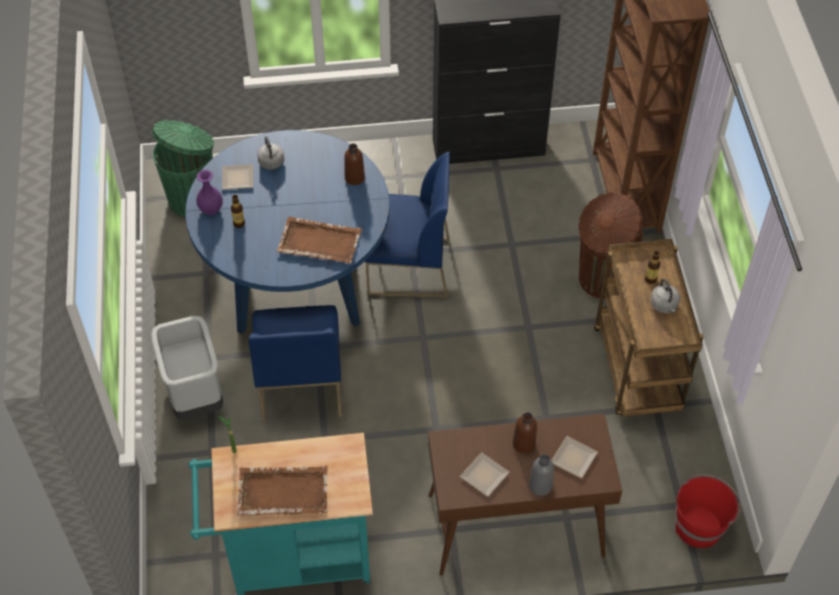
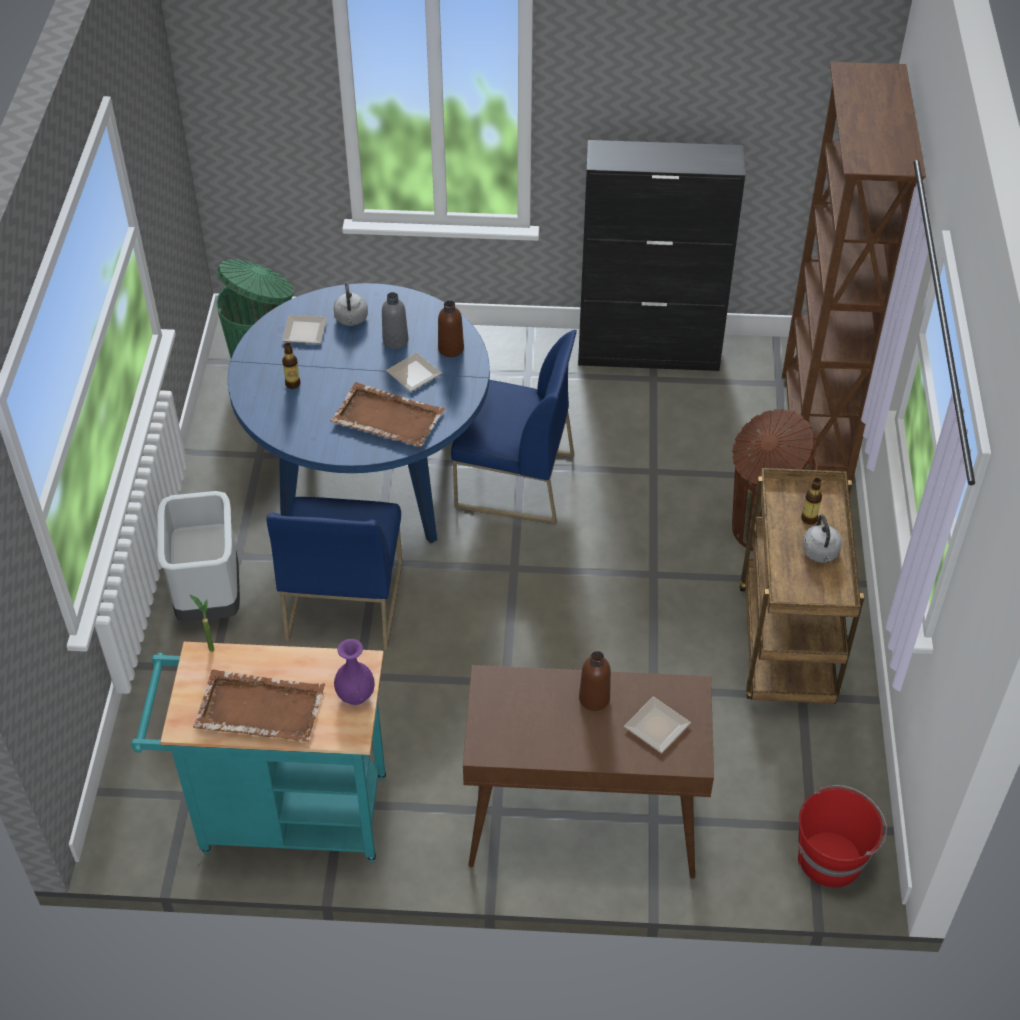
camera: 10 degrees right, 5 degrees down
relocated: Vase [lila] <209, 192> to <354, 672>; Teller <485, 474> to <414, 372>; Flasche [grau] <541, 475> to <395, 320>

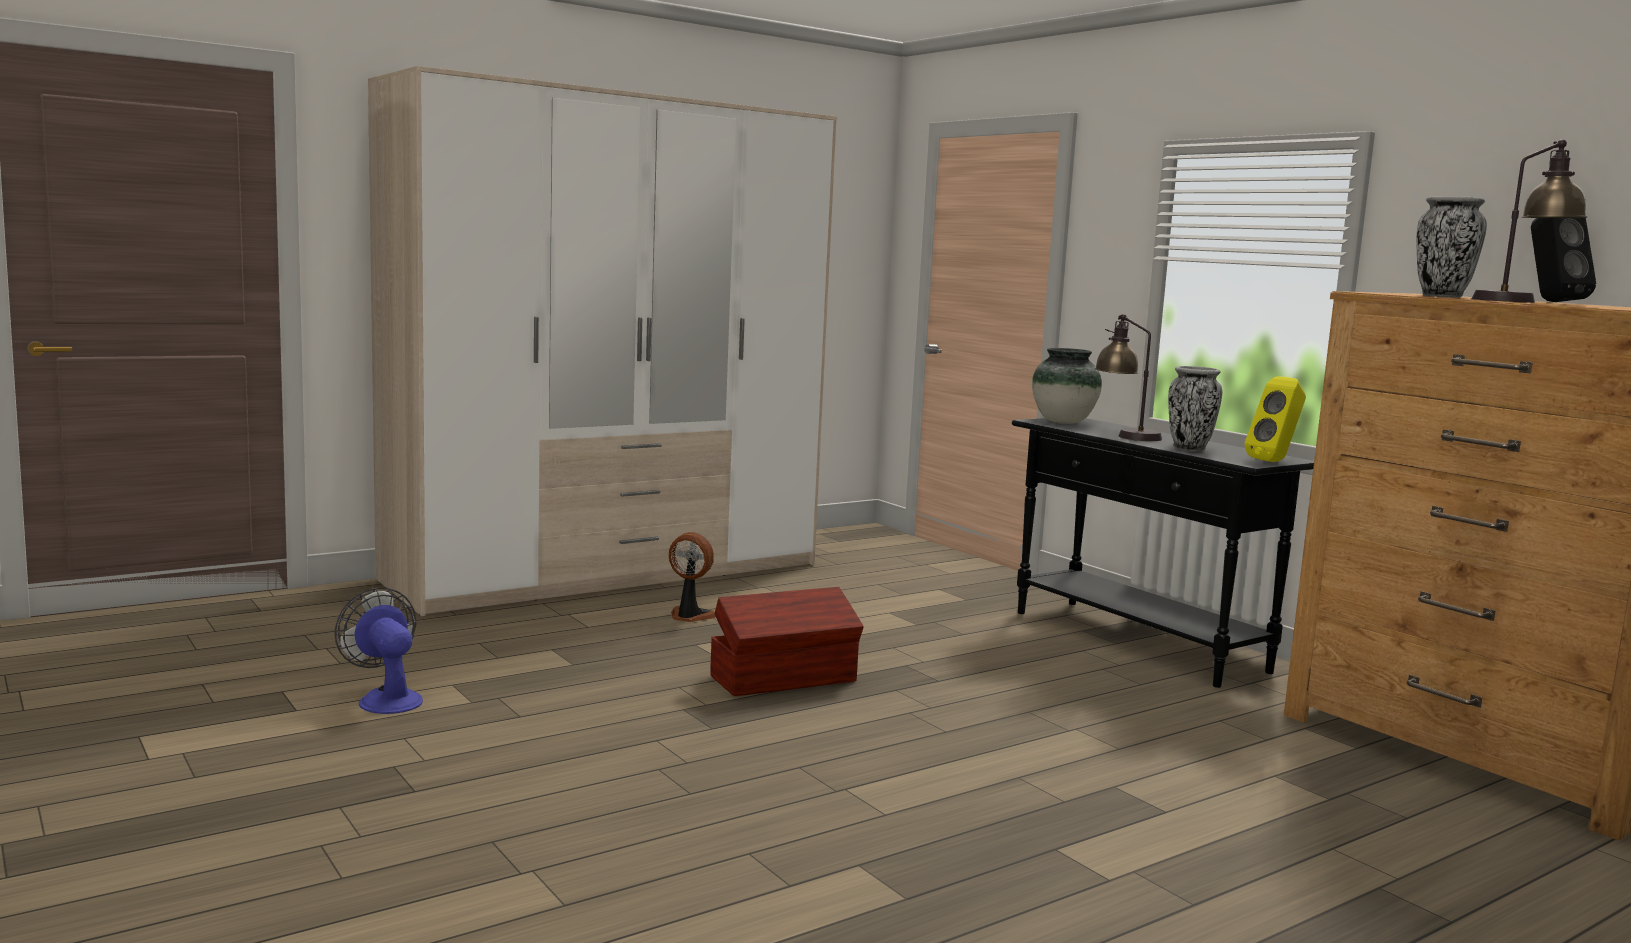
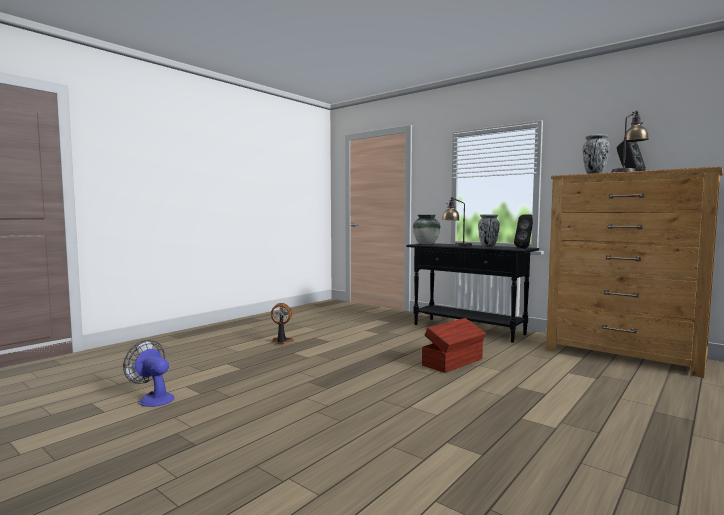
camera: 15 degrees left, 5 degrees down
missing: Kleiderschrank <602, 341>
relocated: Aufbewahrungsbox [braun] <787, 641> to <454, 345>
colour: Lautsprecher [gelb] <1275, 419> to Lautsprecher [schwarz] <523, 231>

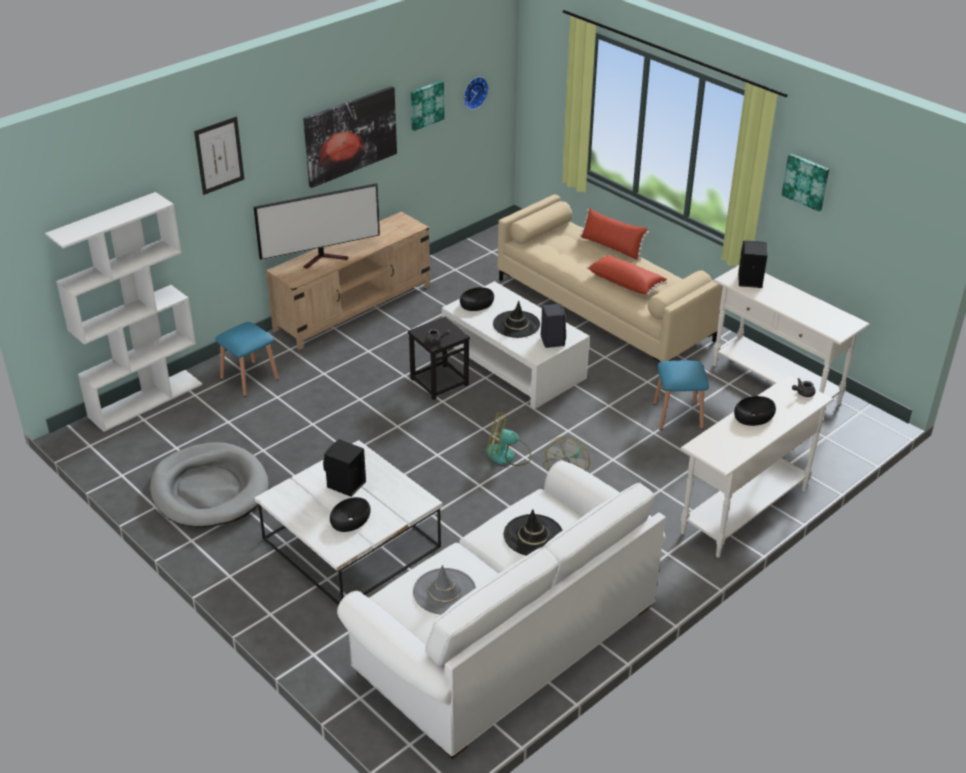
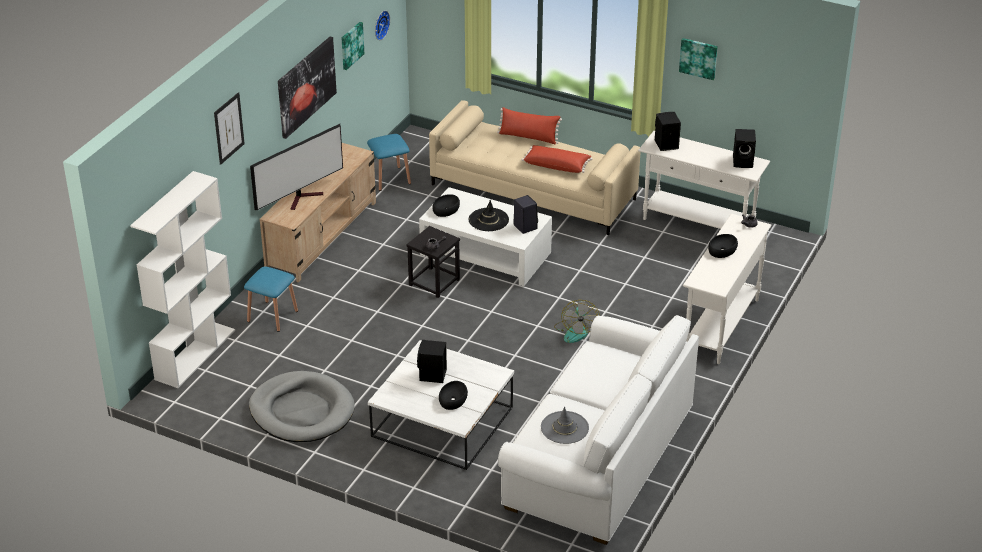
camera: 20 degrees left, 0 degrees up
missing: Ventilator <508, 438>; Hut [schwarz] <533, 532>
appeared: Lautsprecher [schwarz] <744, 148>
relocated: Hocker [blau] <681, 395> to <389, 162>

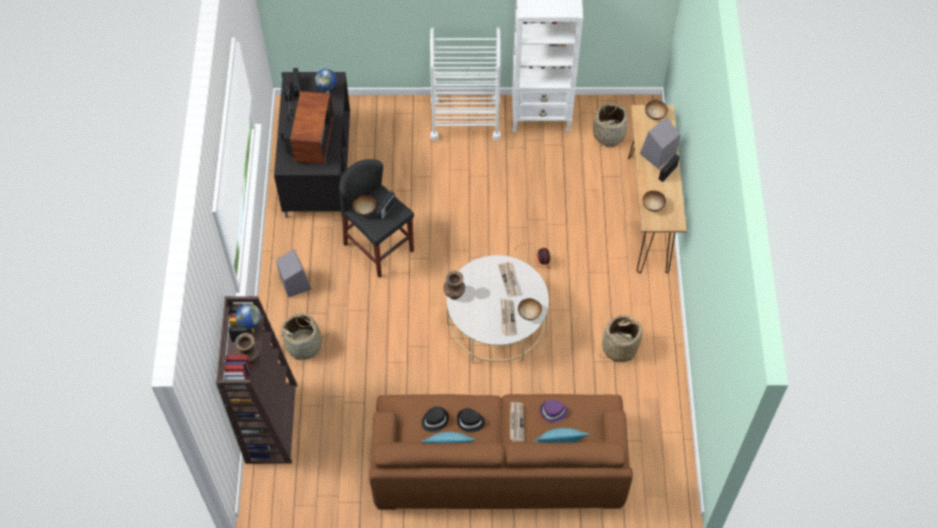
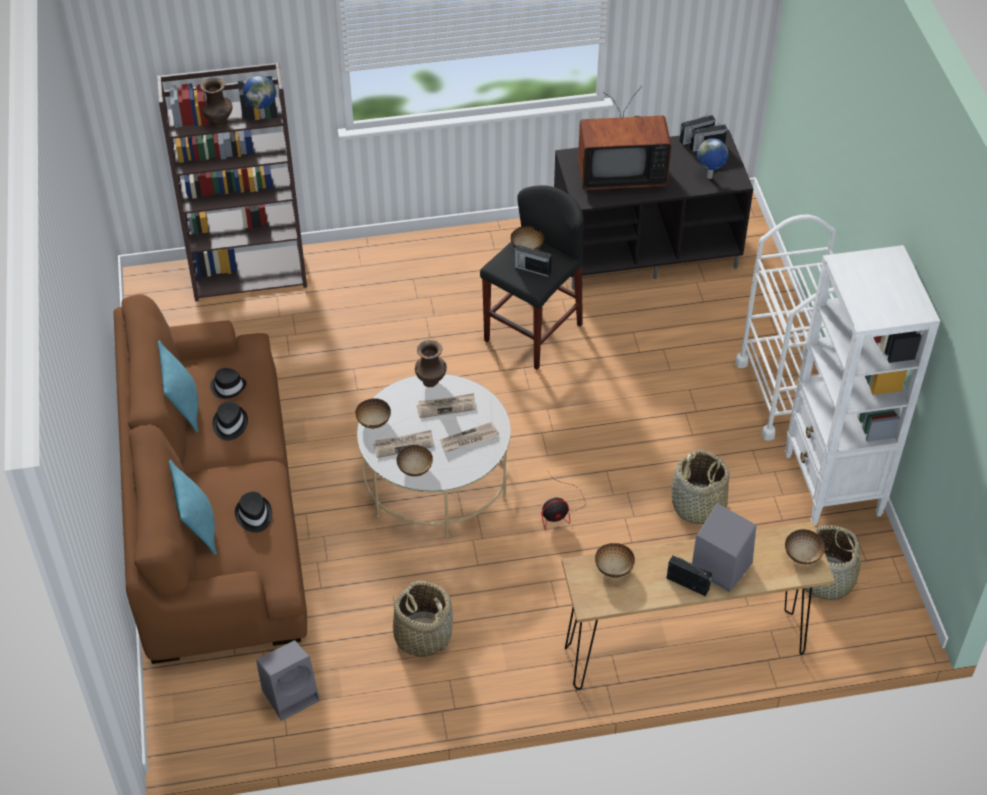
camera: 80 degrees right, 10 degrees down
appeared: Schüssel <373, 413>
relocated: Lautsprecher [grau] <293, 273> to <288, 680>; Korb <305, 336> to <700, 487>; Zeitung <517, 422> to <446, 405>
colour: Hut [lila] <554, 411> to Hut [schwarz] <253, 512>

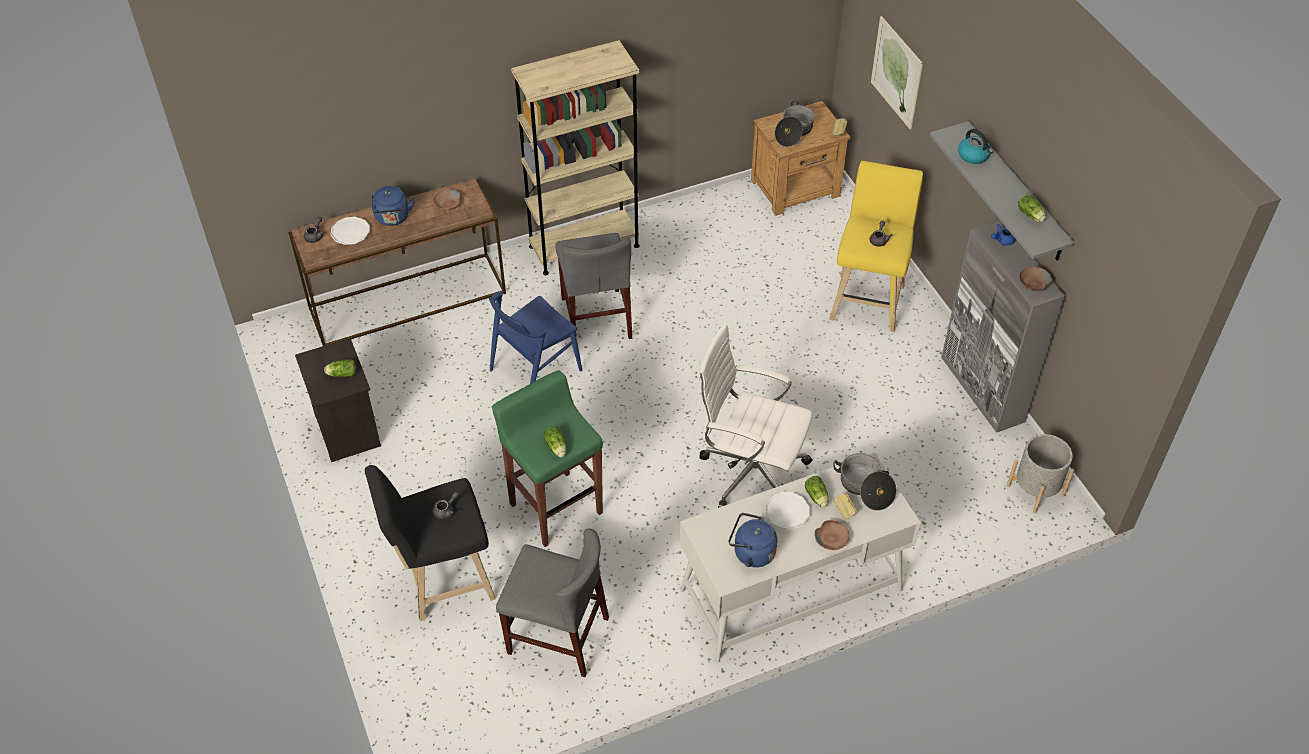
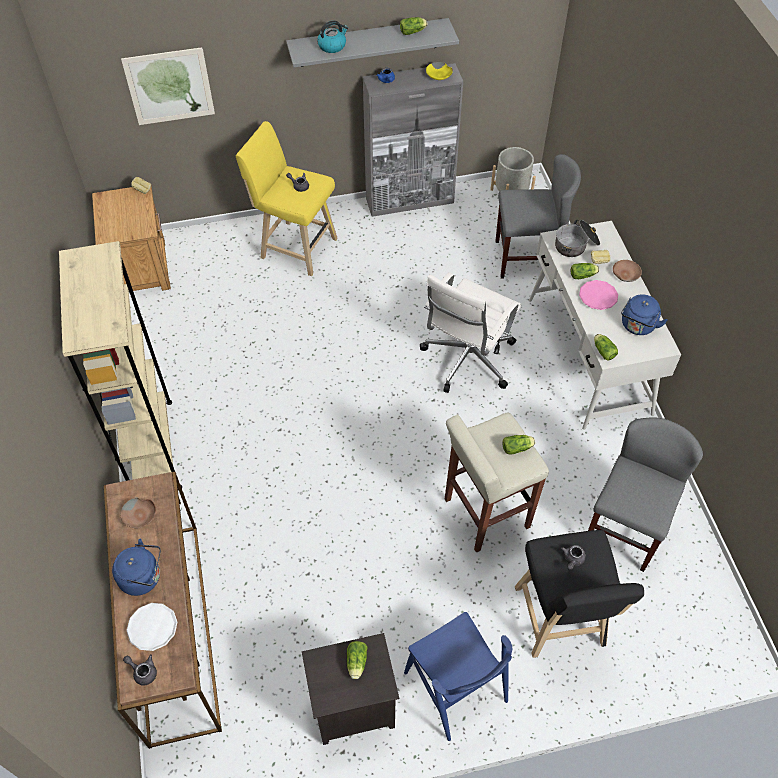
camera: 80 degrees left, 5 degrees up
missing: Kochtopf <795, 124>
appeared: Salatkopf <606, 347>
relocated: Stuhl [blau] <535, 337> to <458, 676>; Stuhl [grau] <593, 290> to <538, 216>
colour: Hocker [grün] <547, 458> to Hocker [beige] <497, 482>; Teller [weiß] <787, 511> to Teller [rosa] <598, 295>; Schüssel [braun] <1035, 279> to Schüssel [gelb] <439, 71>
spun: Teekanne [grau] <446, 505> = <573, 557> 120 degrees counterclockwise

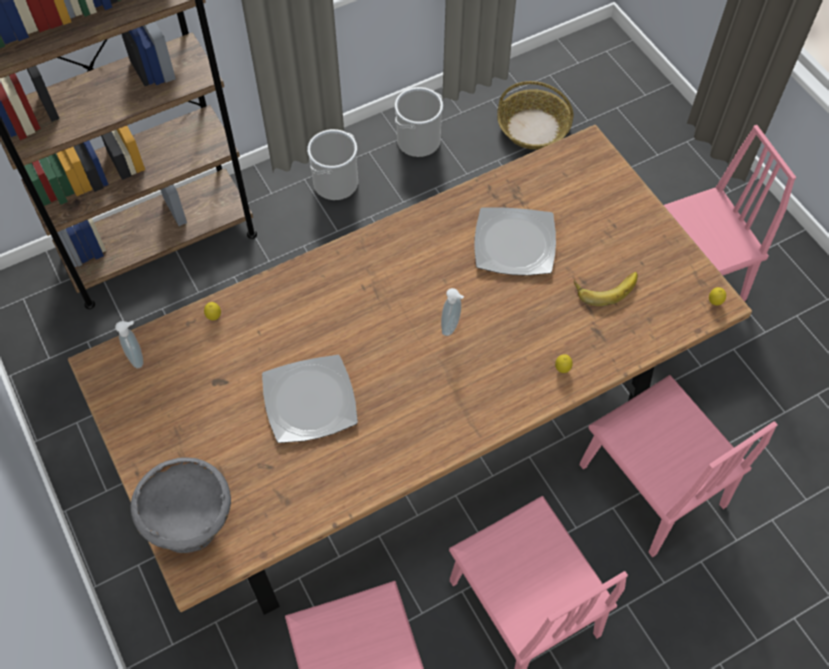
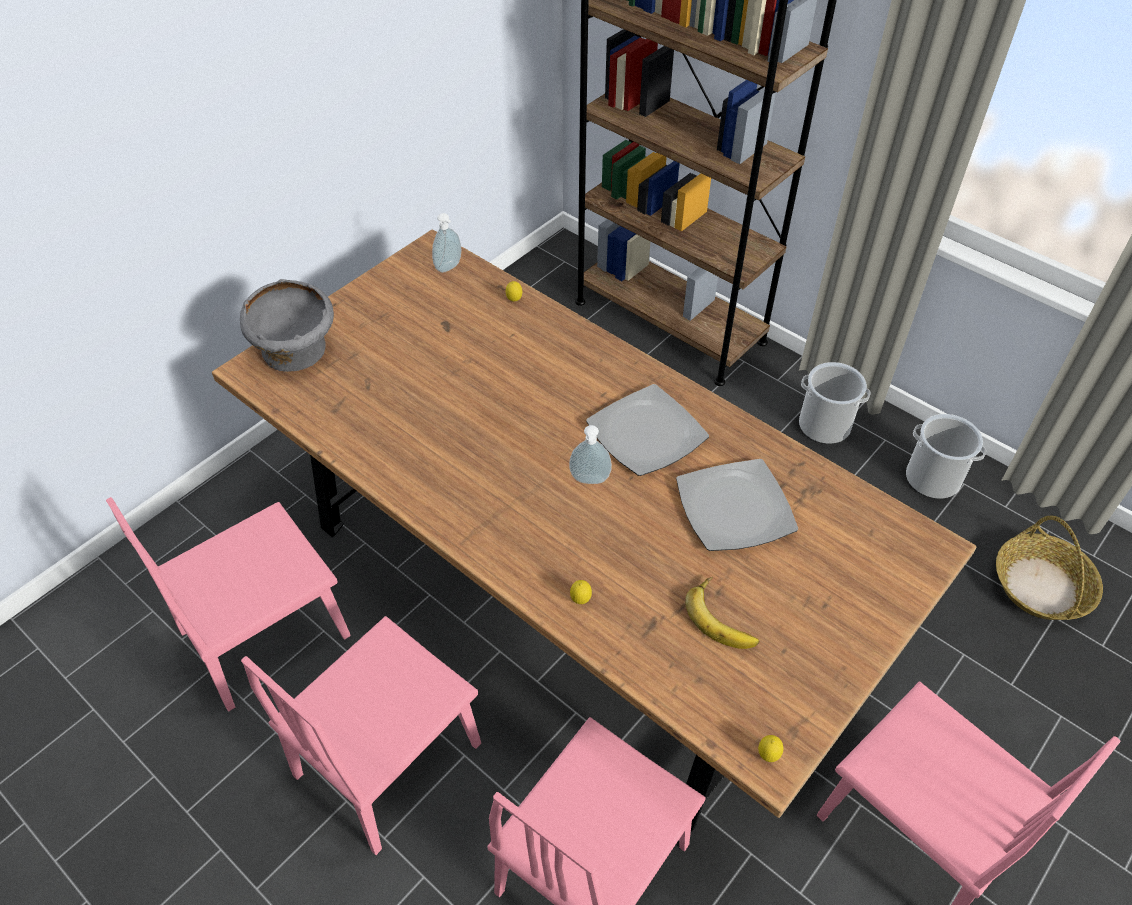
camera: 70 degrees right, 10 degrees down
relocated: Teller <310, 399> to <647, 430>

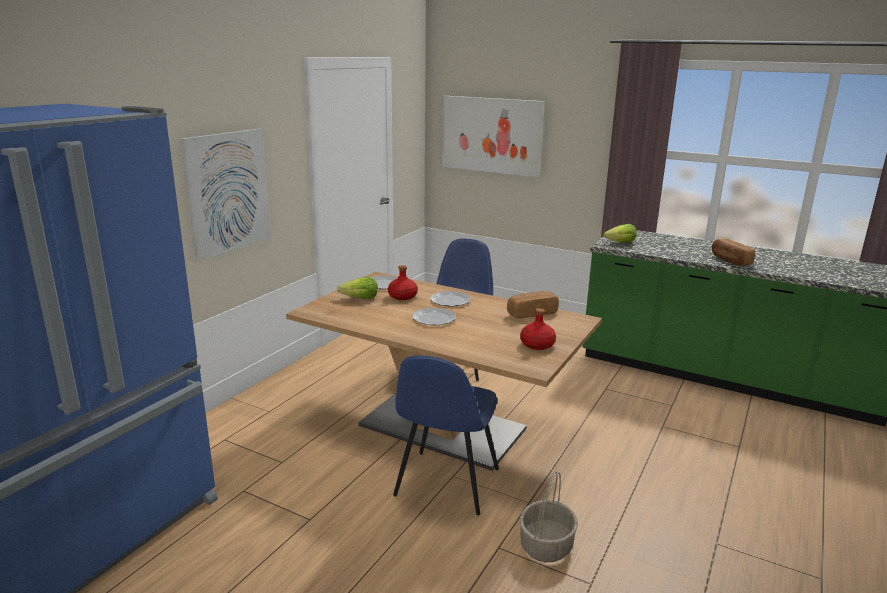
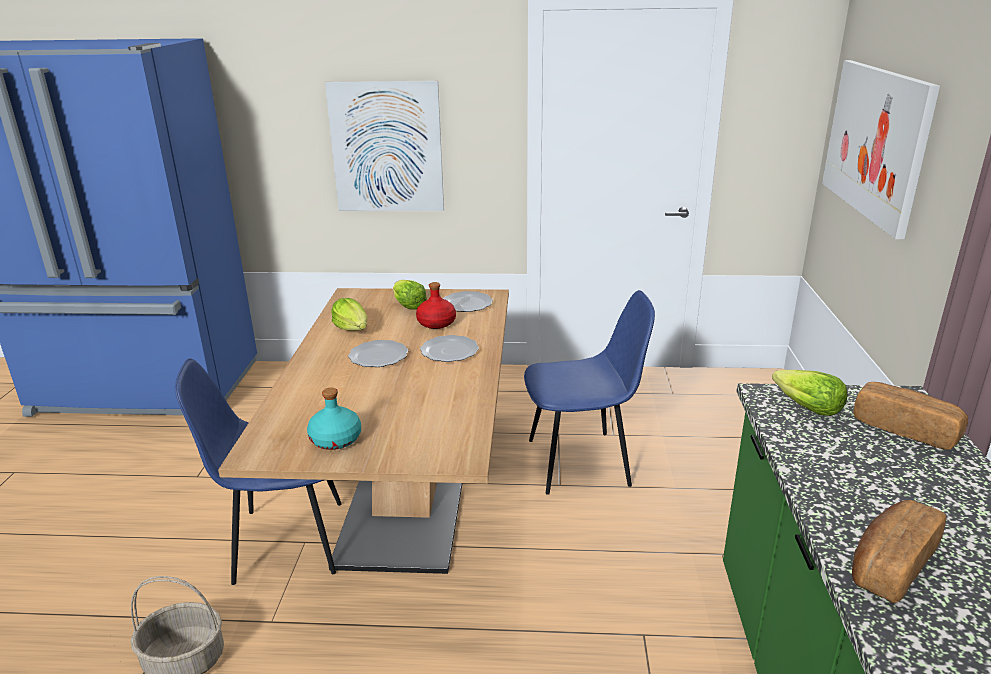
camera: 65 degrees right, 5 degrees up
appeared: Salatkopf <349, 314>
relocated: Brot <533, 305> to <910, 416>
colour: Flasche [rot] <538, 329> to Flasche [türkis] <334, 419>

